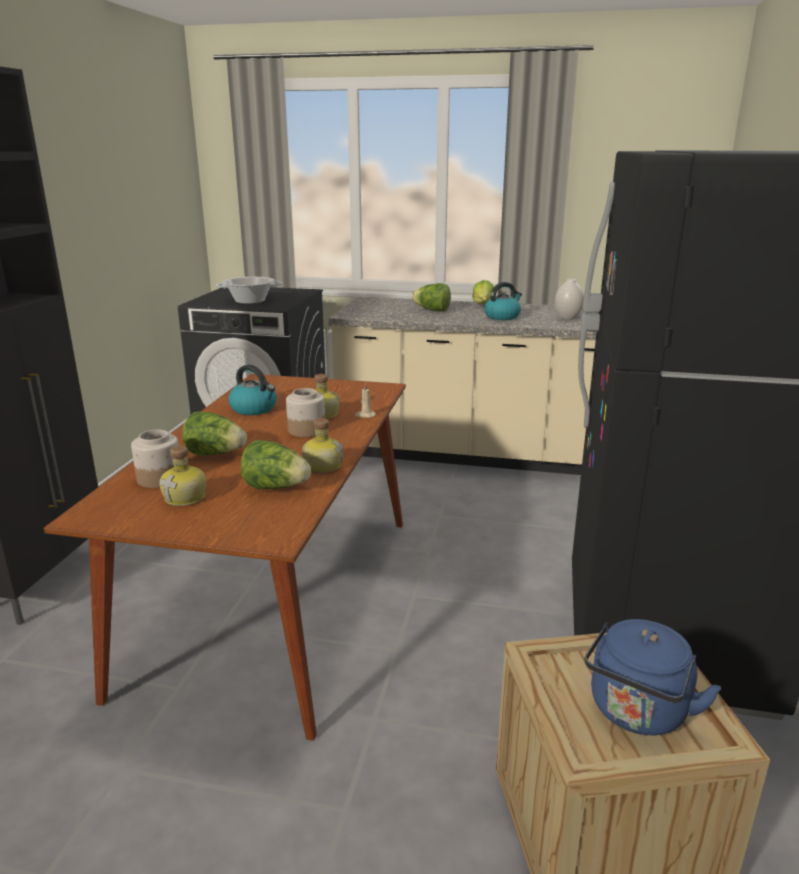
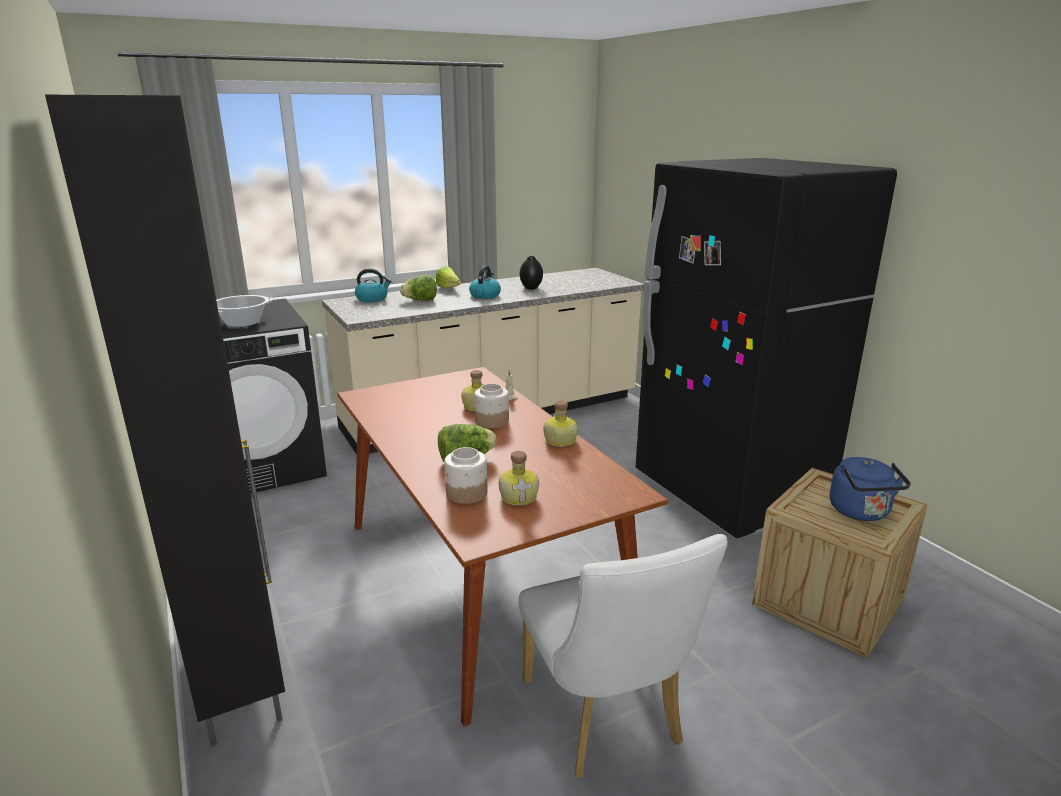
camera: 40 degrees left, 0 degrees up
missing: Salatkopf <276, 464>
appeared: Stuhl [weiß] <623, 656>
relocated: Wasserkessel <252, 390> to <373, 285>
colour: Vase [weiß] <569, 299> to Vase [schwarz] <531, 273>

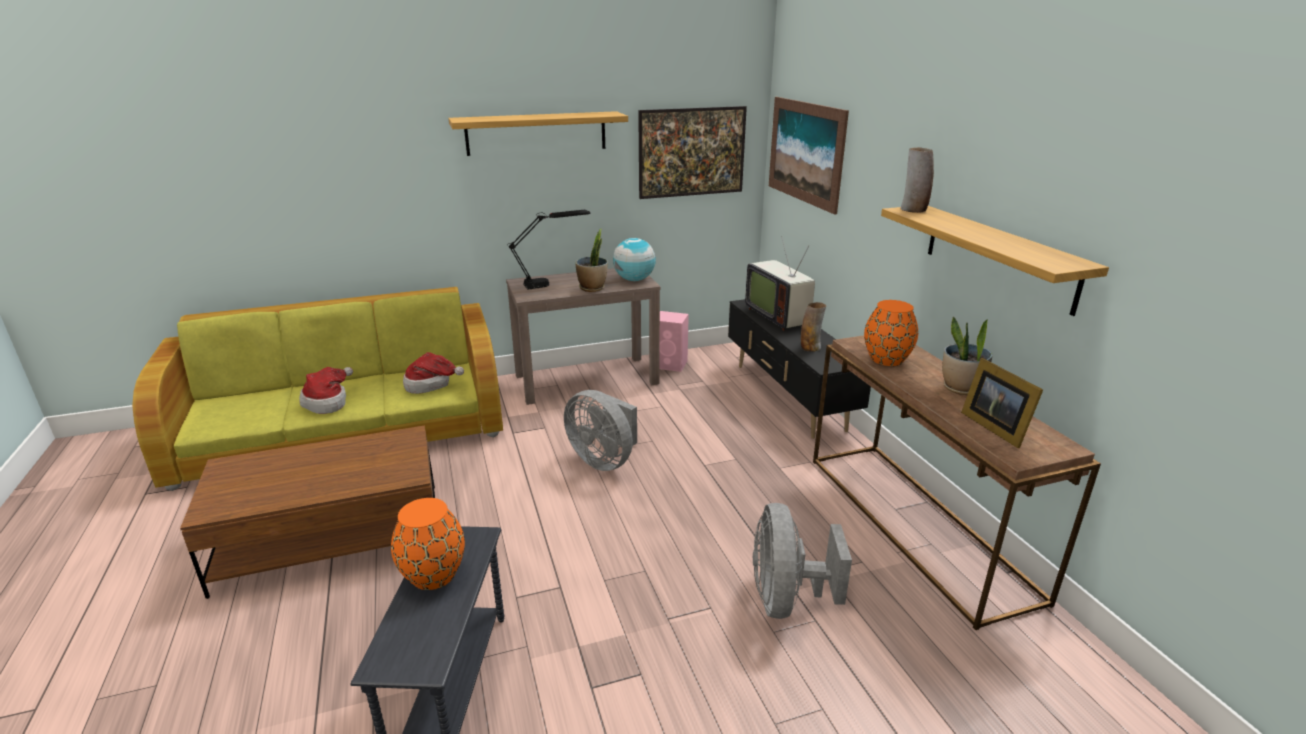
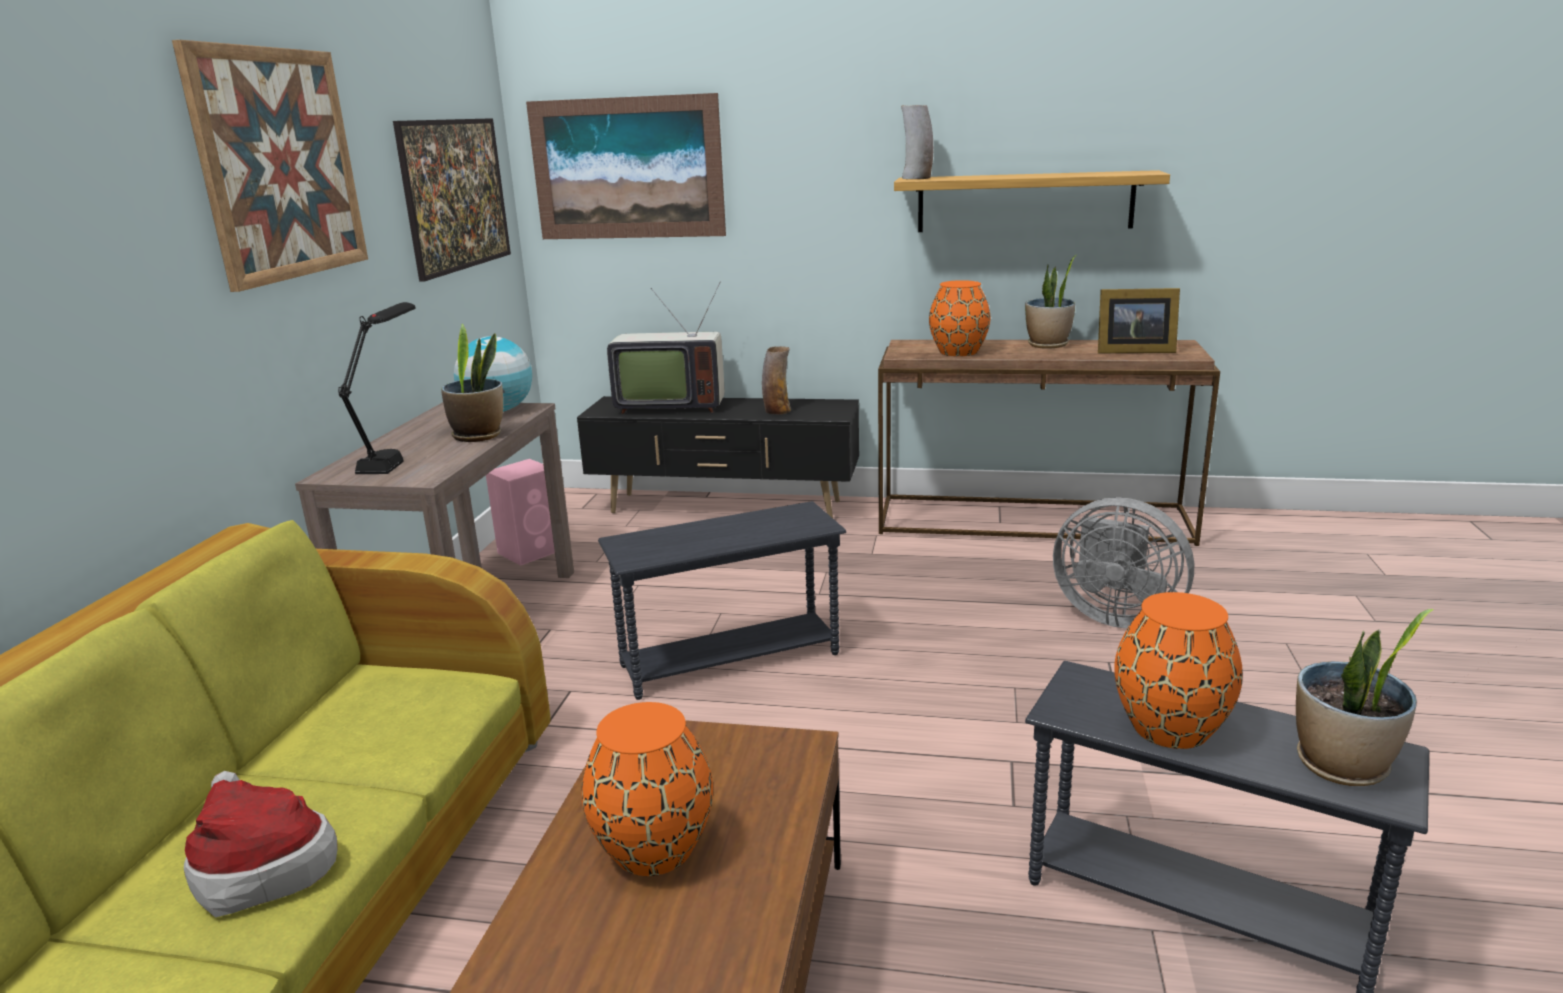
camera: 60 degrees left, 5 degrees down
missing: Hut <433, 373>
appeared: Vase [orange] <647, 789>; Topfpflanze <1364, 697>
exchanged: Wandregal <538, 133> to Bild <270, 166>; Ventilator [grau] <600, 430> to Beistelltisch [grau] <722, 600>

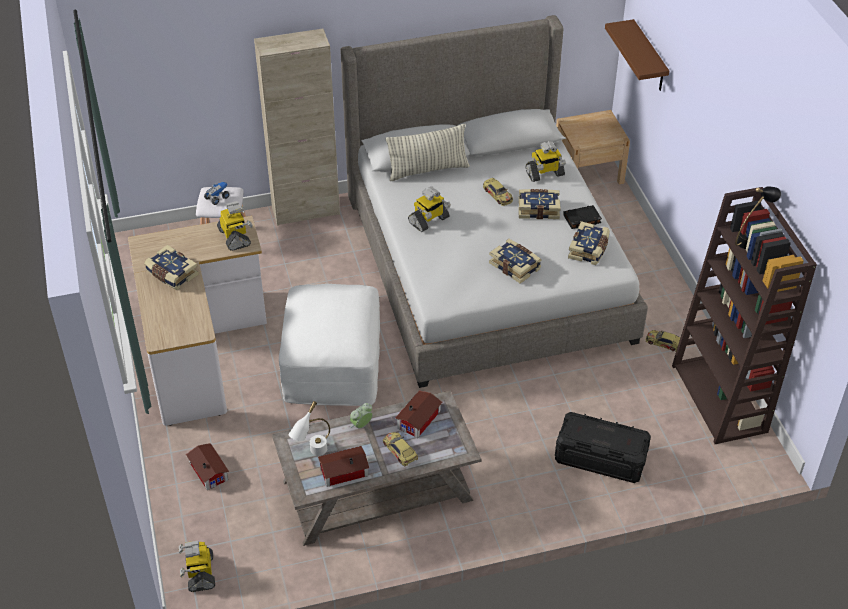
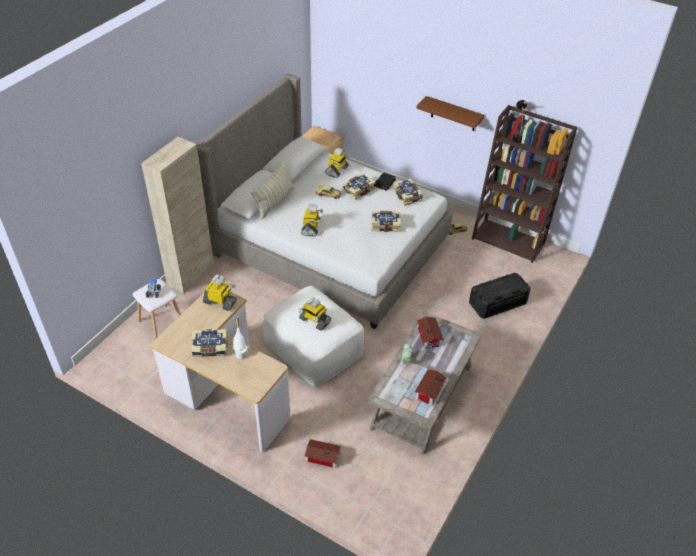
camera: 45 degrees left, 0 degrees up
missing: Spielzeugauto <400, 449>
relocated: Spielzeugroboter <197, 566> to <314, 314>; Tischlampe [weiß] <309, 428> to <240, 339>; Wandregal [braun] <637, 55> to <450, 113>

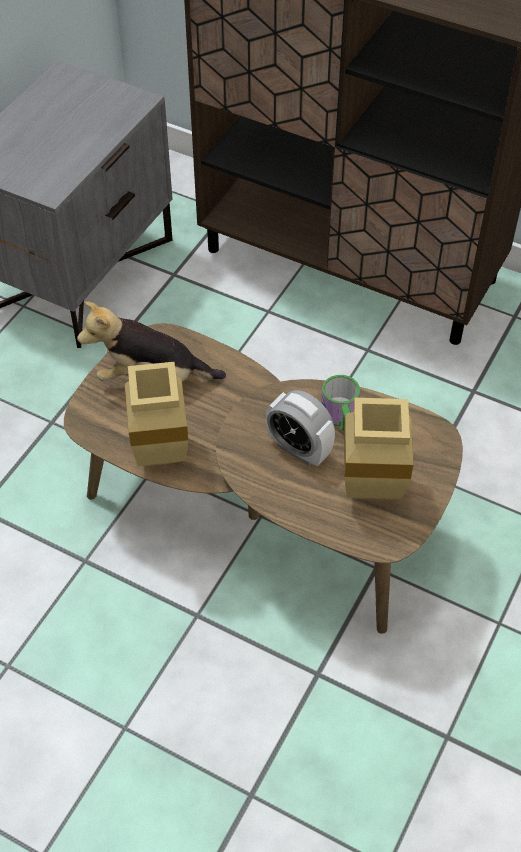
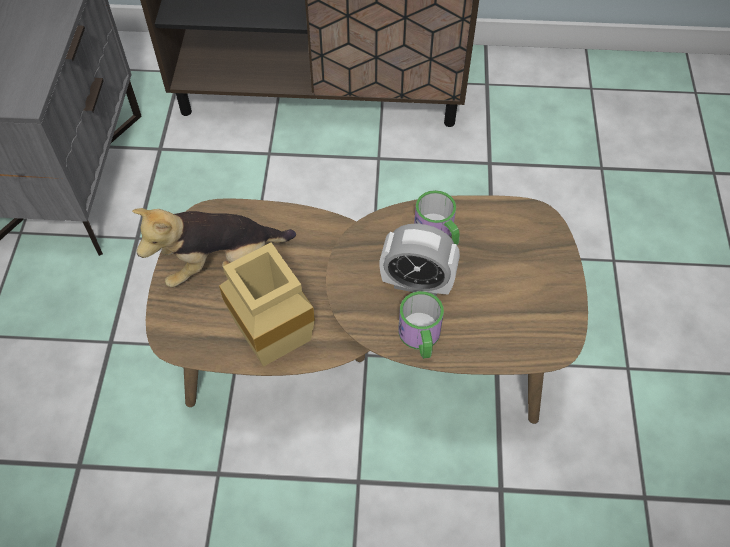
camera: 25 degrees left, 5 degrees up
missing: Vase [beige] <379, 449>
appeared: Henkelbecher <421, 325>

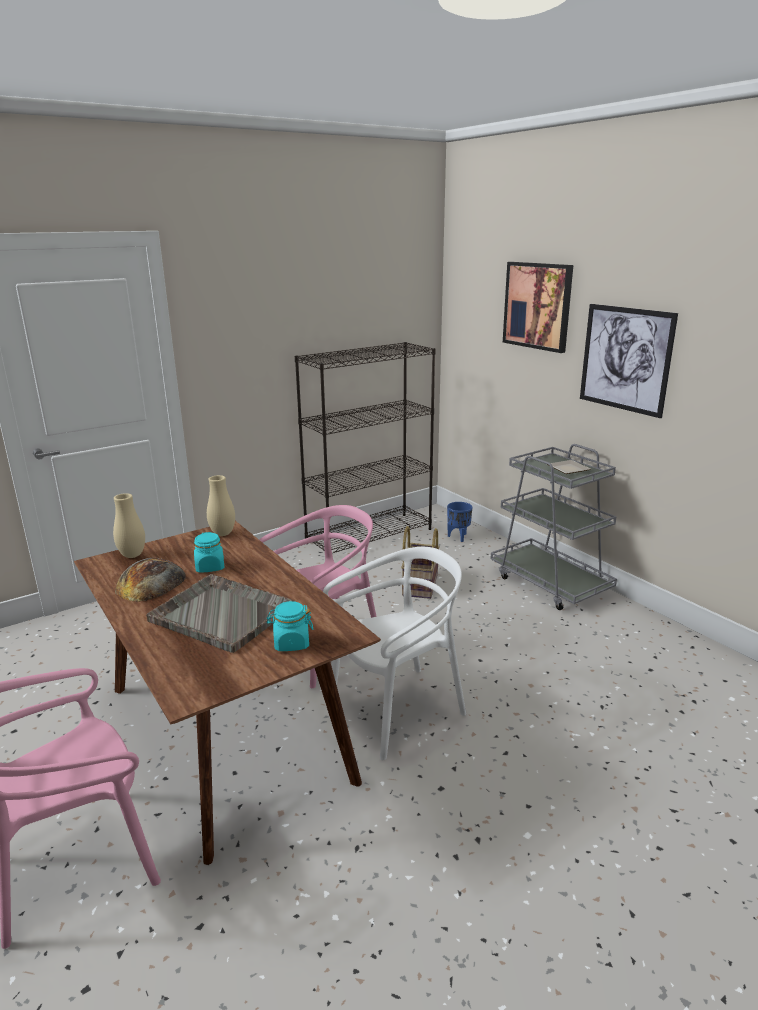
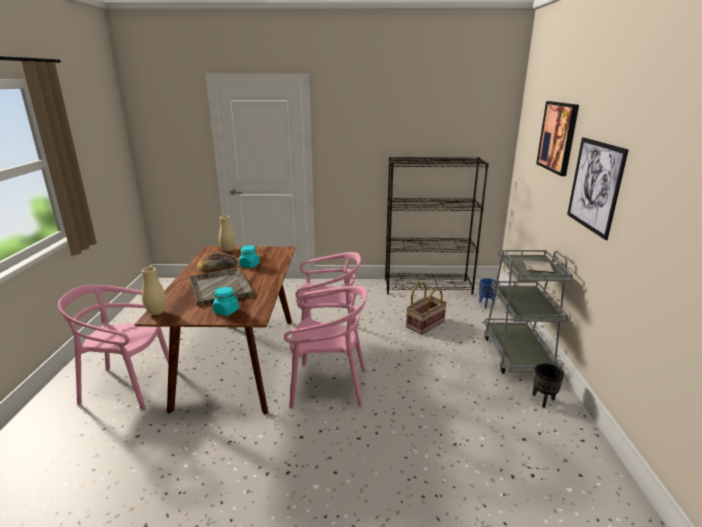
camera: 35 degrees right, 0 degrees up
appeared: Pflanzkübel [schwarz] <548, 385>
relocated: Vase [beige] <221, 505> to <154, 291>
colour: Stuhl [weiß] <394, 653> to Stuhl [rosa] <325, 347>

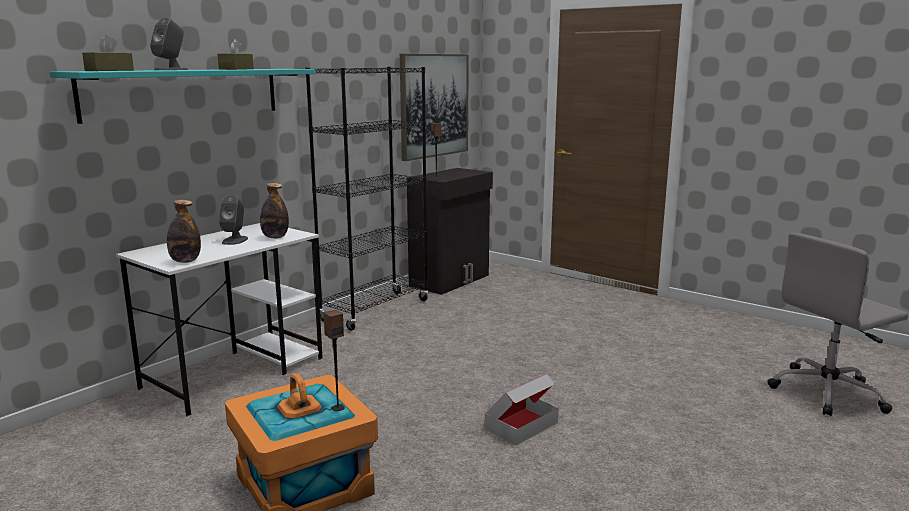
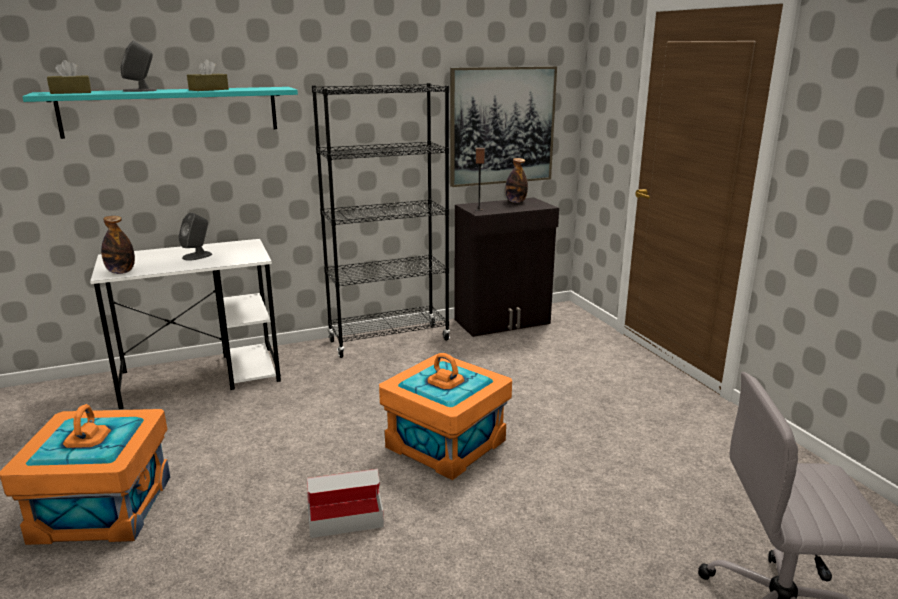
camera: 30 degrees right, 5 degrees up
missing: Lautsprecher <334, 360>
appeared: Aufbewahrungsbox [orange] <445, 416>
relocated: Flasche <274, 210> to <516, 180>

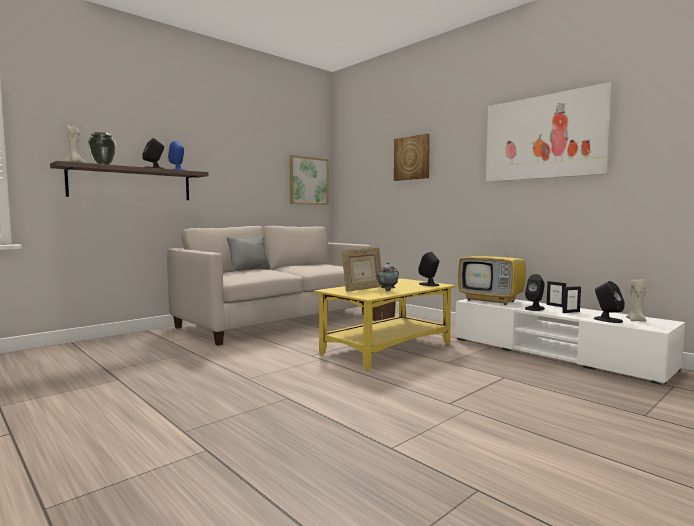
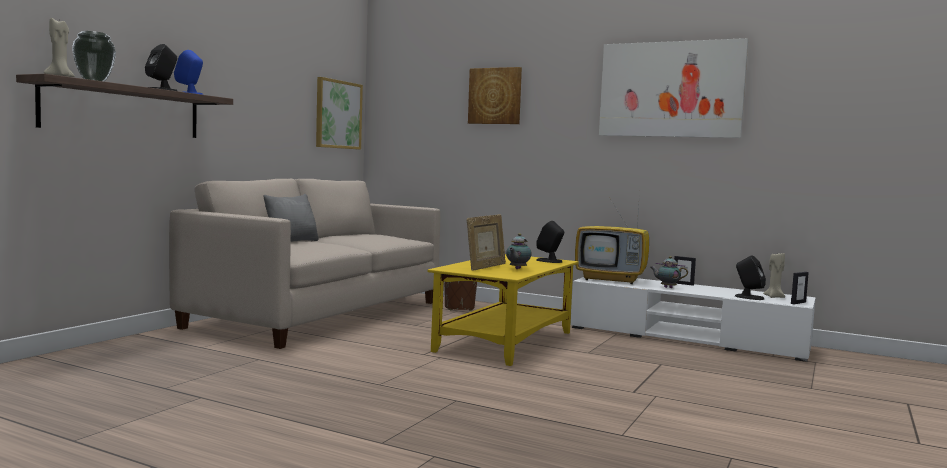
camera: 20 degrees left, 0 degrees up
relocated: Bilderrahmen <571, 299> to <800, 288>
exchanged: Lautsprecher [schwarz] <535, 292> to Teekanne <669, 272>

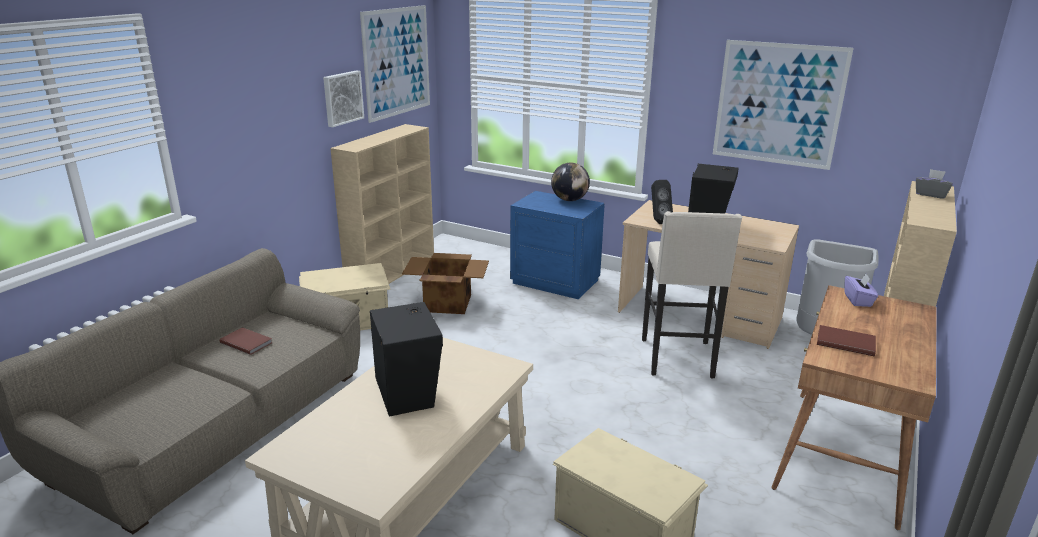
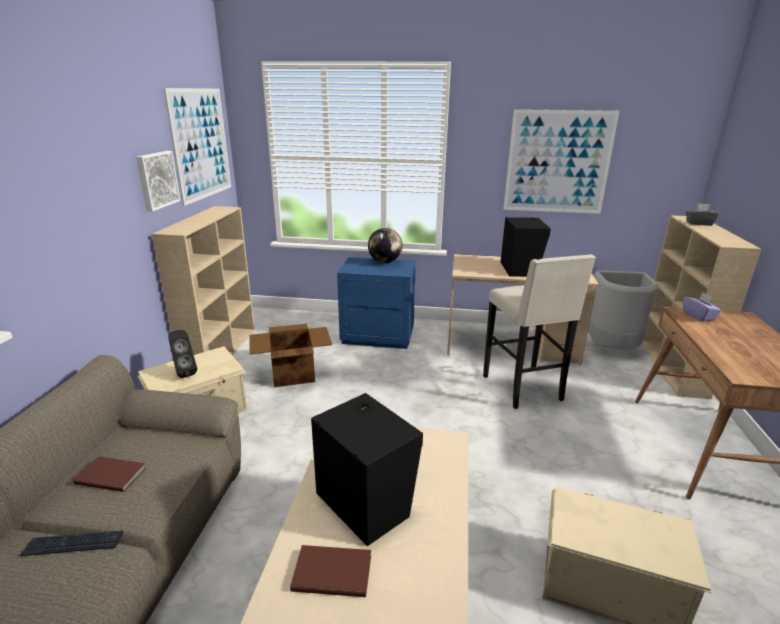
camera: 20 degrees left, 0 degrees up
appeared: Tastatur <71, 543>
relocated: Lautsprecher [schwarz] <662, 202> to <182, 354>; Buch [braun] <846, 340> to <330, 571>

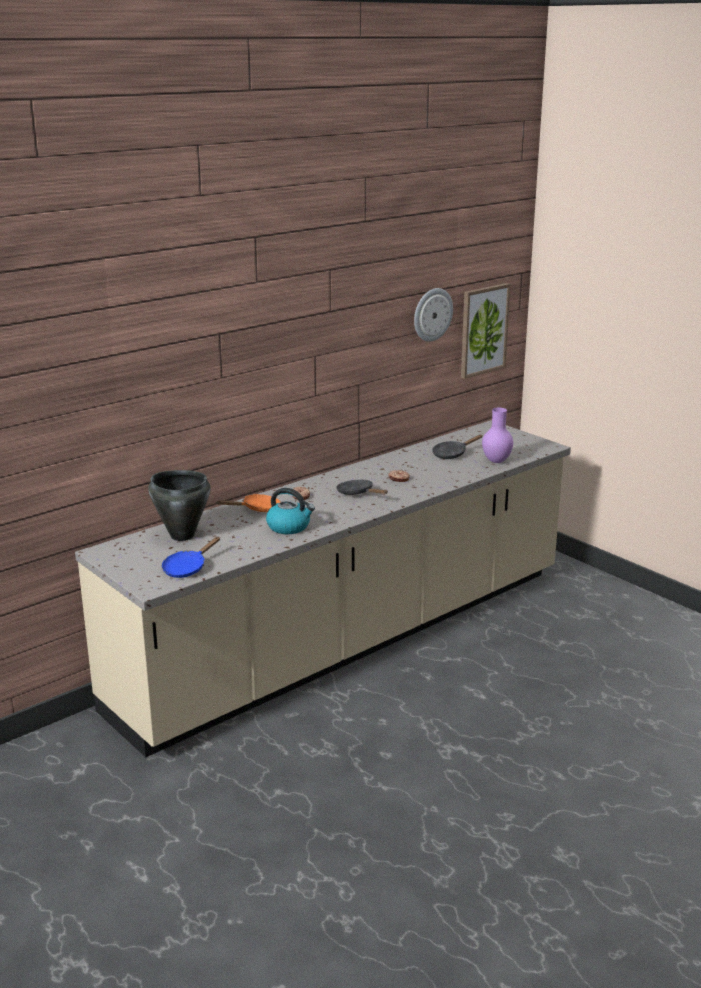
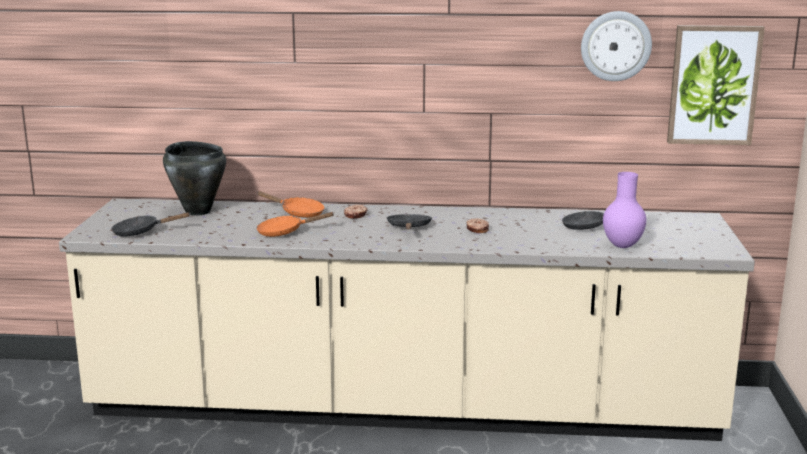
camera: 45 degrees right, 5 degrees down
exchanged: Wasserkessel <290, 511> to Pfanne [orange] <295, 224>
colour: Pfanne [blau] <191, 557> to Pfanne [schwarz] <151, 224>

